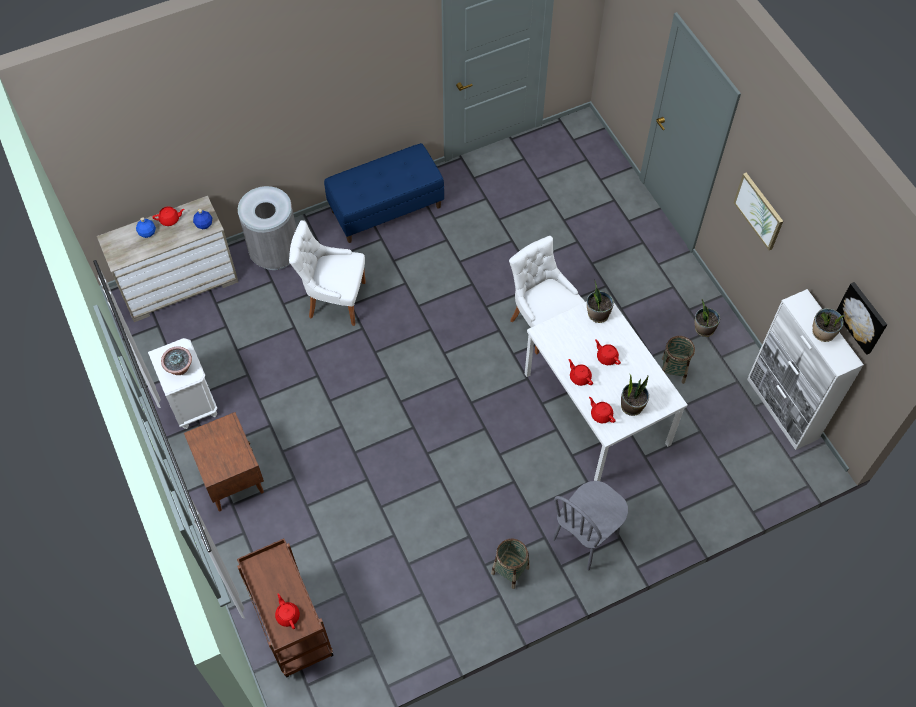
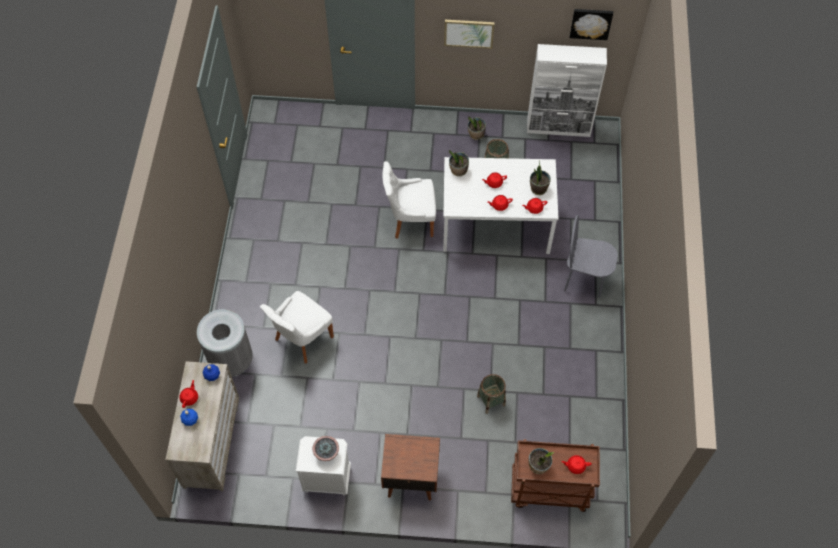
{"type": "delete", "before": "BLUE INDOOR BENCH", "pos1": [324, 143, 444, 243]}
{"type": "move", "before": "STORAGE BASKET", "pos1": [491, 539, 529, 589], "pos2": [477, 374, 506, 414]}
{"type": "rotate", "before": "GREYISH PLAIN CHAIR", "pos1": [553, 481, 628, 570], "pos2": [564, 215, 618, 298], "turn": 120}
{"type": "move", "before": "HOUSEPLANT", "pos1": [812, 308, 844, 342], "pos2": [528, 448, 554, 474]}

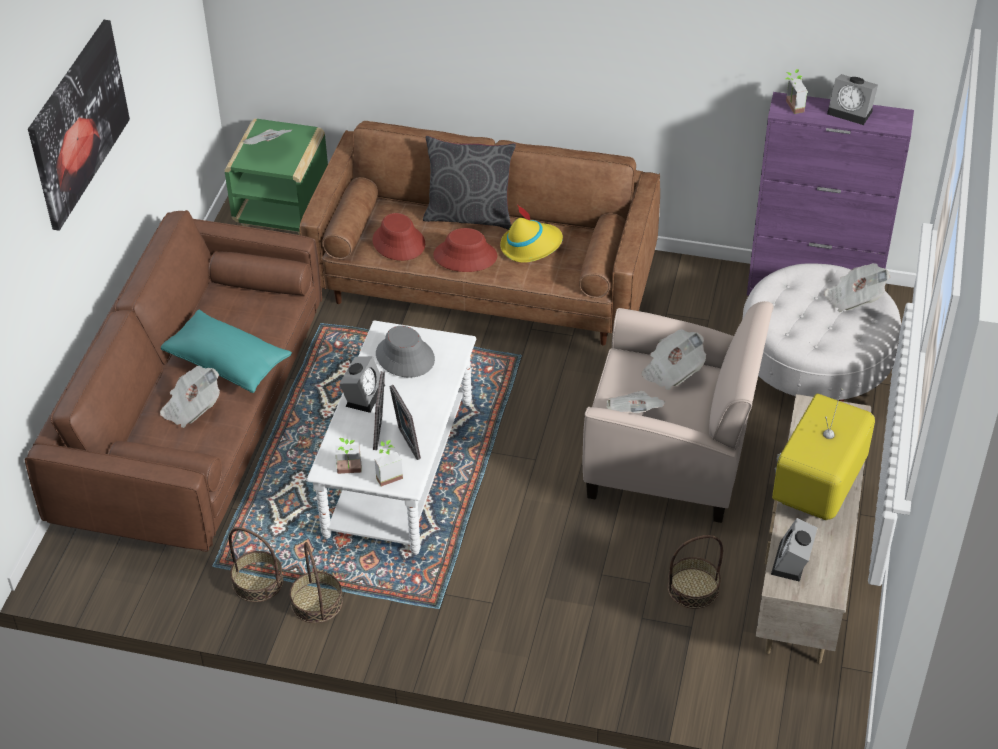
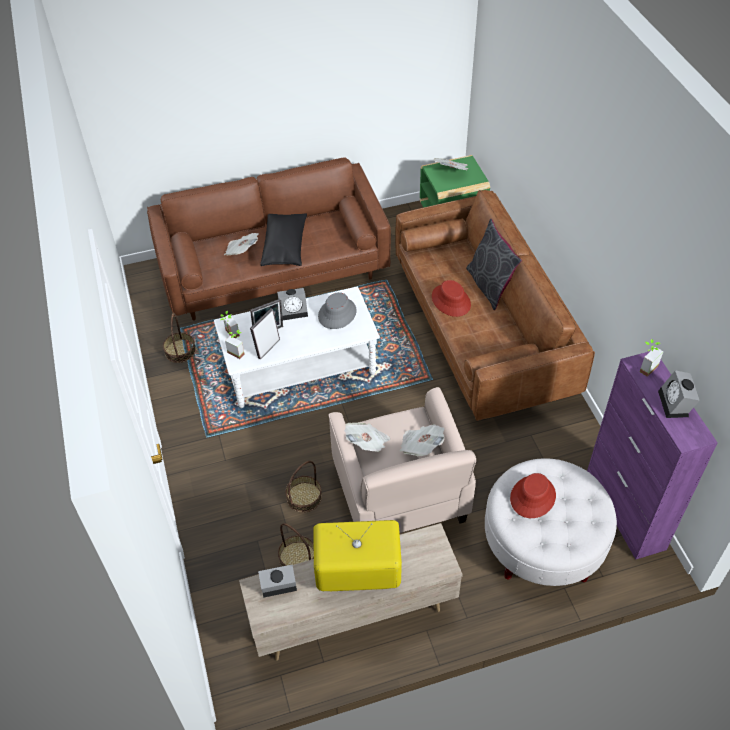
{"type": "delete", "before": "PICTURE", "pos1": [28, 20, 130, 231]}
{"type": "recolor", "before": "BLUE-GREEN THROW PILLOW", "after": "BLACK-COLOURED THROW PILLOW", "pos1": [161, 310, 292, 393], "pos2": [260, 213, 307, 266]}
{"type": "move", "before": "STORAGE BASKET", "pos1": [289, 542, 343, 623], "pos2": [286, 461, 322, 513]}
{"type": "move", "before": "RED-COLOURED WEARABLE HAT", "pos1": [373, 213, 425, 261], "pos2": [510, 473, 556, 518]}
{"type": "delete", "before": "YELLOWISH WEARABLE HAT", "pos1": [500, 205, 563, 263]}
{"type": "delete", "before": "DAILY PAPER", "pos1": [824, 263, 890, 312]}

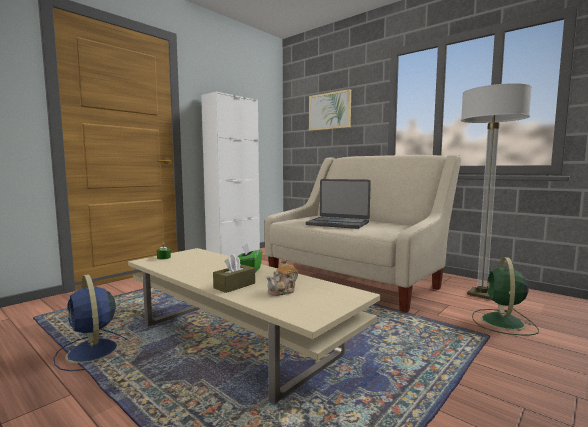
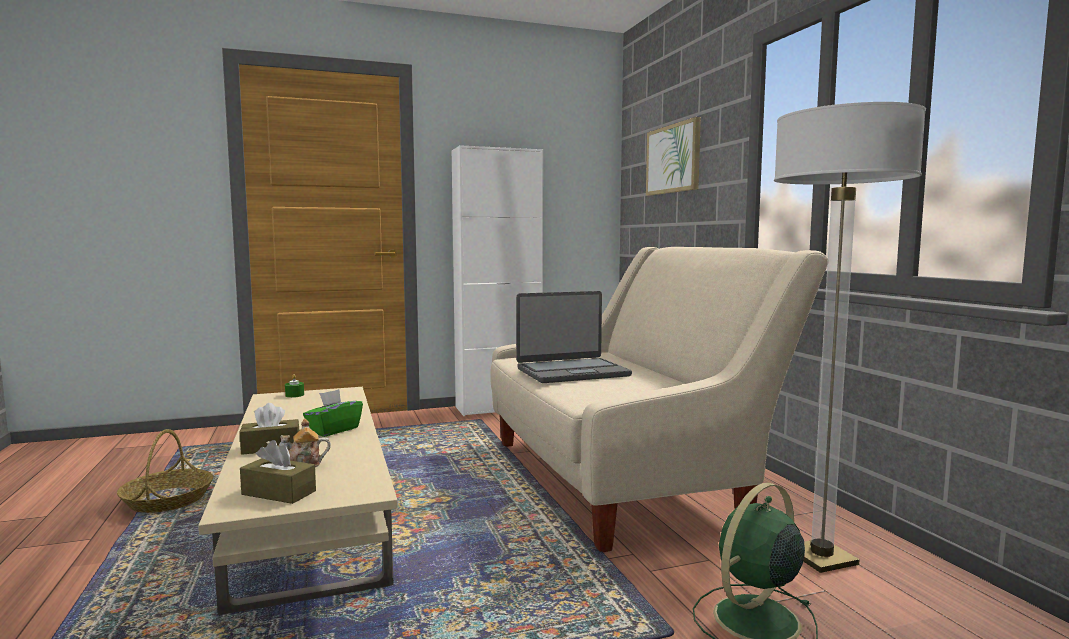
{"type": "replace", "before": "BLUE FAN", "after": "STORAGE BASKET", "pos1": [53, 274, 129, 371], "pos2": [117, 429, 213, 513]}
{"type": "rotate", "before": "LAPTOP", "pos1": [306, 179, 371, 229], "pos2": [516, 291, 632, 383], "turn": -75}
{"type": "insert", "after": "BROWN TISSUE BOX", "pos2": [240, 440, 316, 504]}

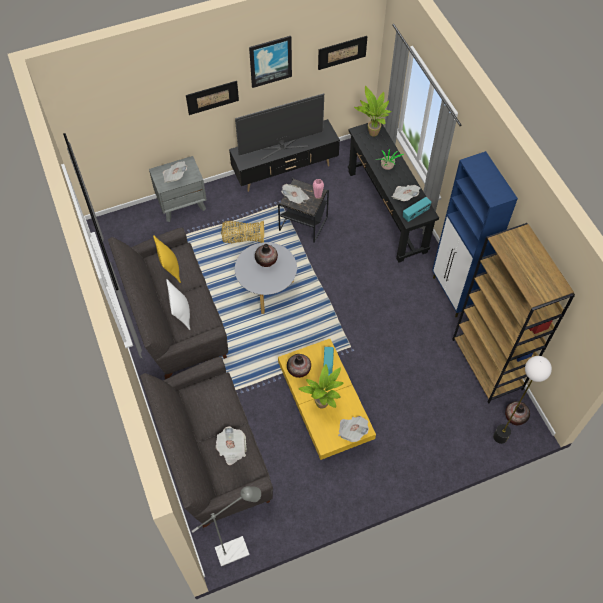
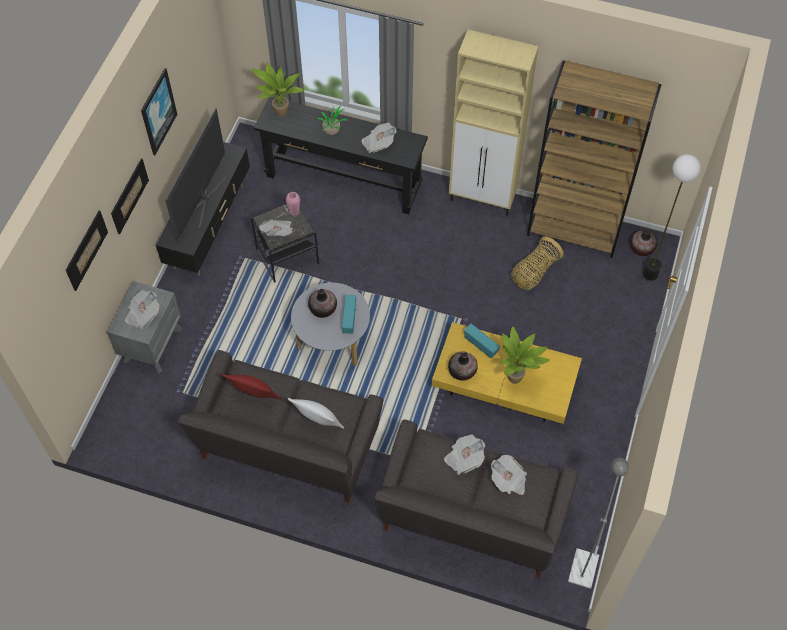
{"type": "recolor", "before": "YELLOWISH THROW PILLOW", "after": "RED-COLOURED THROW PILLOW", "pos1": [153, 236, 181, 283], "pos2": [222, 374, 281, 399]}
{"type": "move", "before": "STORAGE BASKET", "pos1": [221, 221, 264, 243], "pos2": [511, 237, 564, 290]}
{"type": "move", "before": "PICTURE", "pos1": [318, 36, 367, 70], "pos2": [66, 211, 108, 291]}
{"type": "move", "before": "DAILY PAPER", "pos1": [338, 416, 369, 442], "pos2": [444, 434, 485, 475]}
{"type": "move", "before": "RADIO RECEIVER", "pos1": [403, 197, 431, 222], "pos2": [342, 295, 357, 334]}
{"type": "recolor", "before": "BLUE STORAGE CABINET", "after": "BEIGE-COLOURED STORAGE CABINET", "pos1": [432, 151, 518, 317], "pos2": [449, 30, 538, 216]}

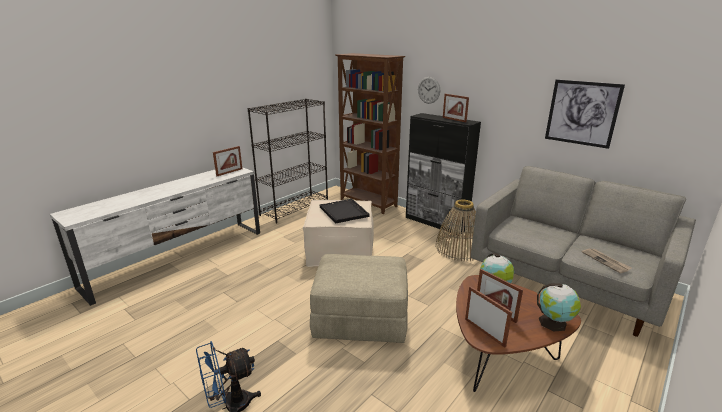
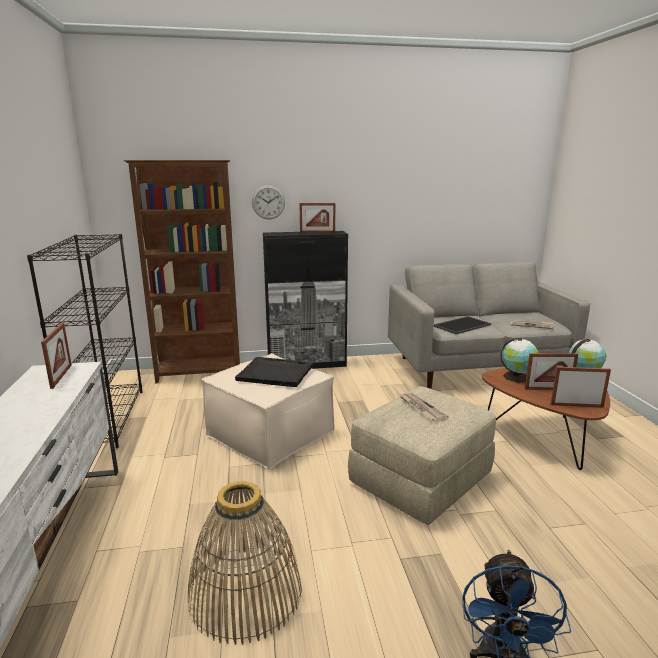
{"type": "move", "before": "STORAGE BASKET", "pos1": [435, 199, 476, 261], "pos2": [188, 481, 302, 645]}
{"type": "delete", "before": "PICTURE", "pos1": [545, 79, 625, 149]}
{"type": "insert", "after": "DAILY PAPER", "pos2": [400, 393, 449, 422]}
{"type": "insert", "after": "SERVING TRAY", "pos2": [434, 316, 491, 334]}

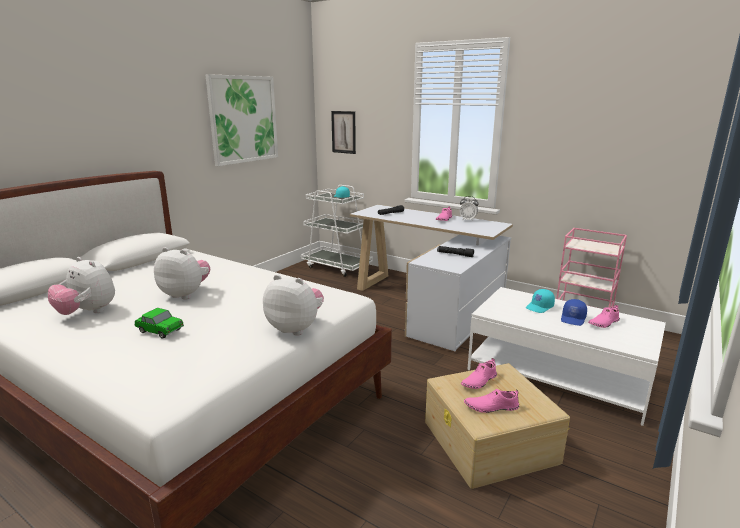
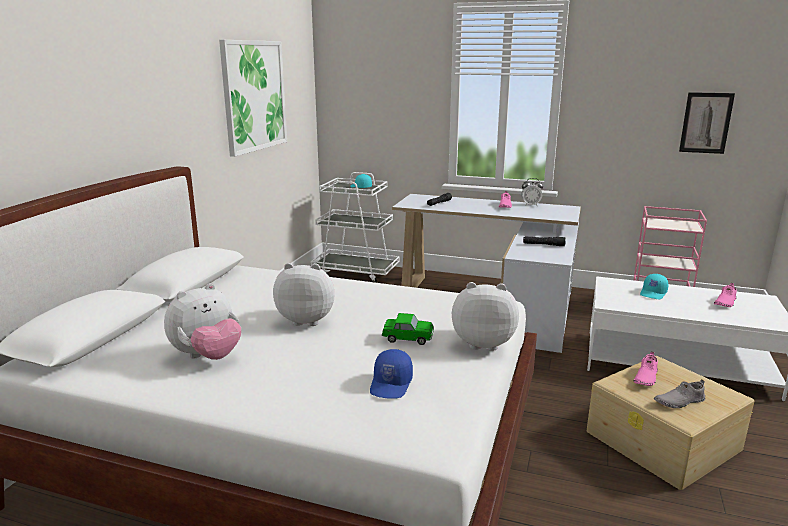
{"type": "rotate", "before": "CUDDLY TOY", "pos1": [48, 257, 115, 315], "pos2": [164, 283, 241, 360], "turn": -60}
{"type": "move", "before": "TOY CAR", "pos1": [135, 308, 184, 339], "pos2": [382, 313, 434, 345]}
{"type": "move", "before": "PICTURE", "pos1": [331, 111, 356, 154], "pos2": [679, 92, 735, 154]}
{"type": "recolor", "before": "PINK-COLOURED LOW SHOE", "after": "GREYISH LOW SHOE", "pos1": [464, 389, 519, 413], "pos2": [654, 379, 705, 408]}
{"type": "move", "before": "BLUE BASEBALL CAP", "pos1": [561, 299, 587, 326], "pos2": [370, 349, 413, 398]}

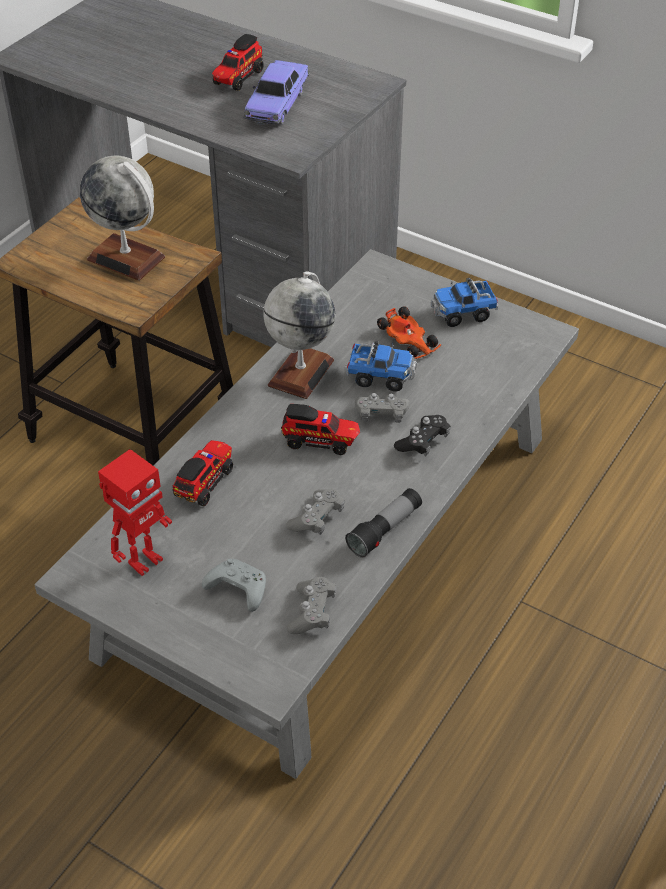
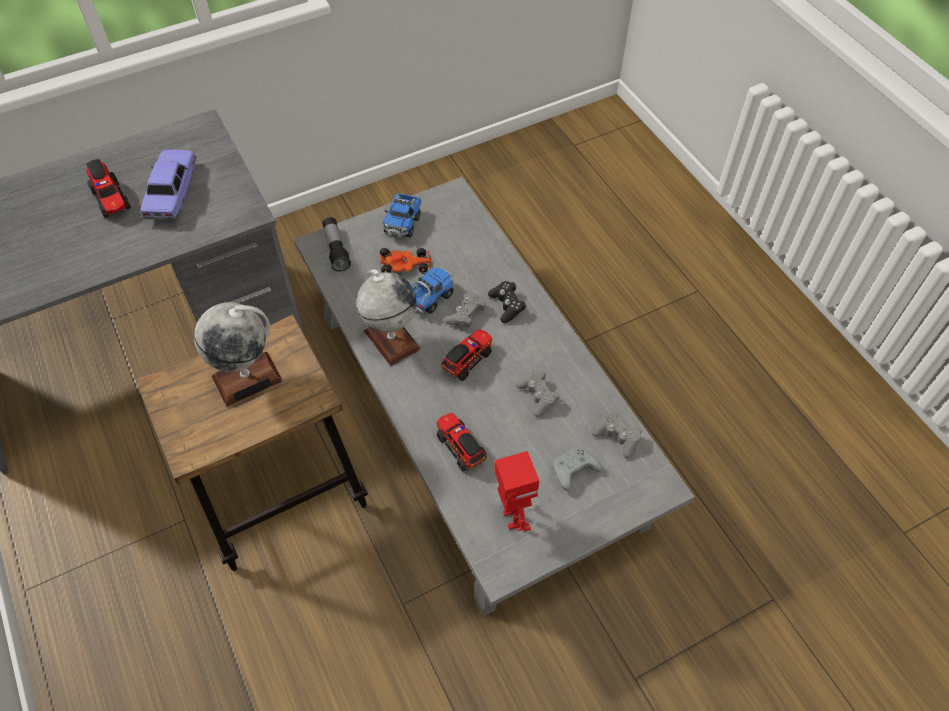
{"type": "rotate", "before": "TOY CAR", "pos1": [243, 60, 310, 125], "pos2": [140, 150, 196, 220], "turn": -135}
{"type": "move", "before": "TORCH", "pos1": [345, 488, 422, 558], "pos2": [322, 217, 351, 272]}

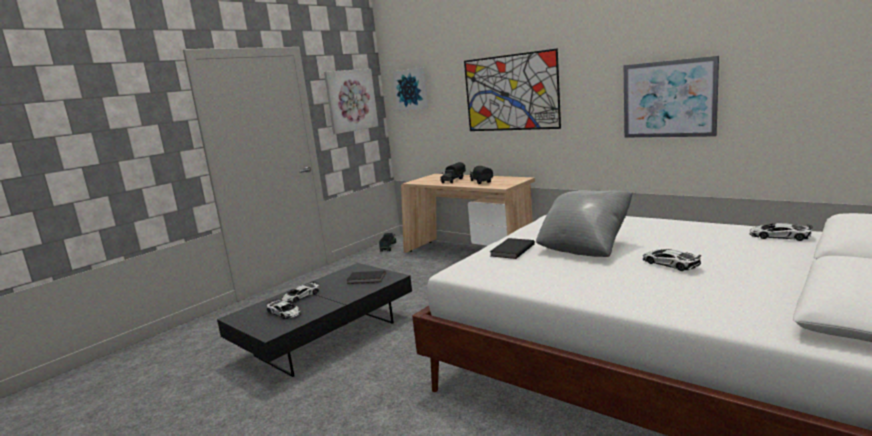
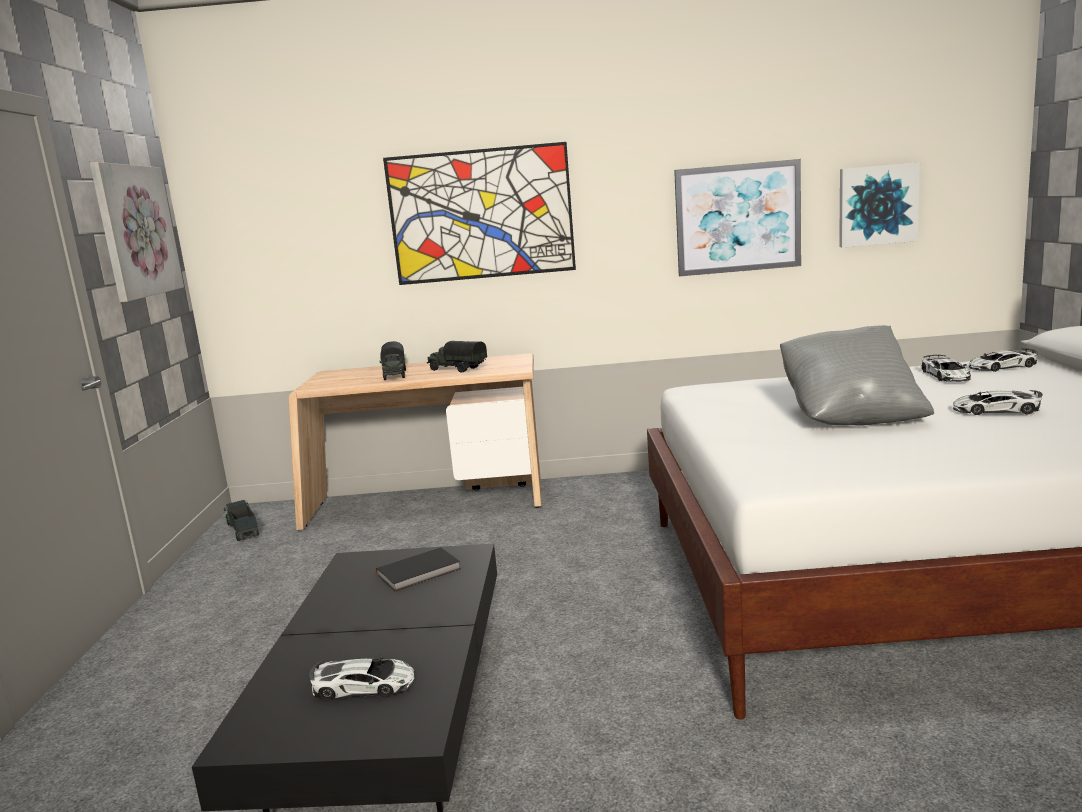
{"type": "move", "before": "TOY CAR", "pos1": [281, 281, 320, 303], "pos2": [922, 355, 971, 382]}
{"type": "move", "before": "PICTURE", "pos1": [393, 68, 428, 111], "pos2": [839, 162, 920, 247]}
{"type": "delete", "before": "BLACK-COLOURED BOUND BOOK", "pos1": [490, 238, 535, 259]}

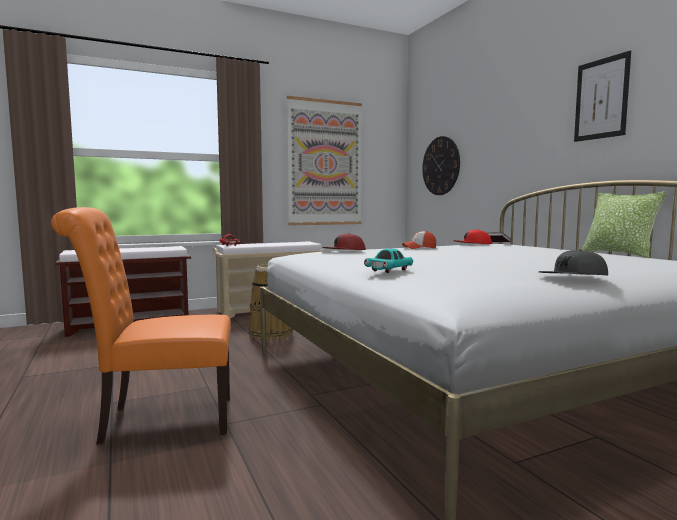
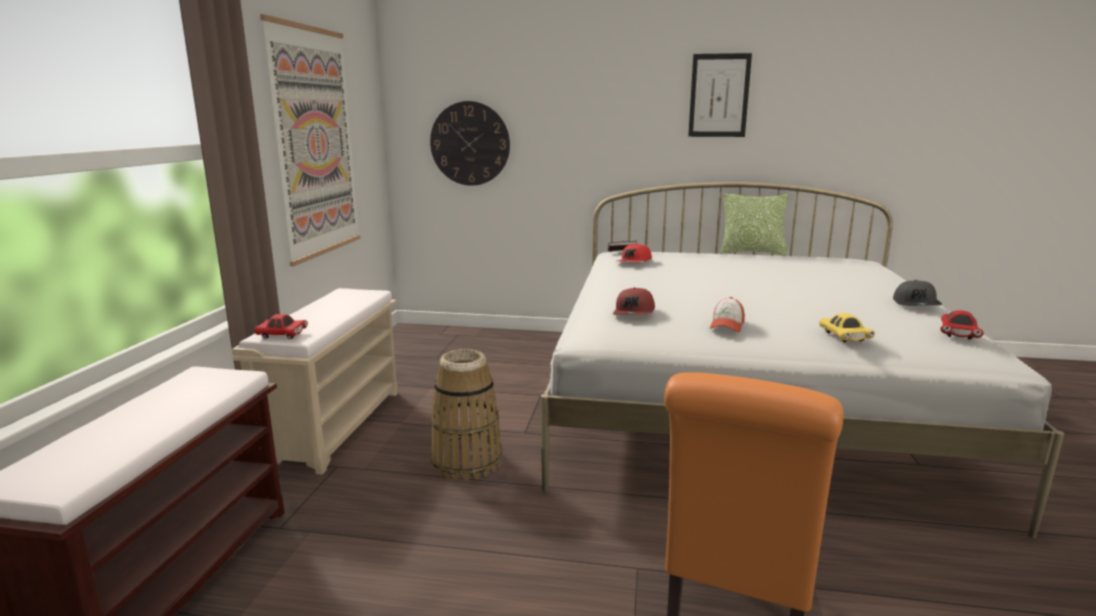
{"type": "recolor", "before": "BLUE-GREEN TOY CAR", "after": "YELLOWISH TOY CAR", "pos1": [364, 248, 413, 273], "pos2": [819, 313, 875, 342]}
{"type": "move", "before": "BASEBALL CAP", "pos1": [402, 231, 436, 249], "pos2": [710, 297, 745, 332]}
{"type": "insert", "after": "RED-COLOURED TOY CAR", "pos2": [940, 310, 984, 340]}

